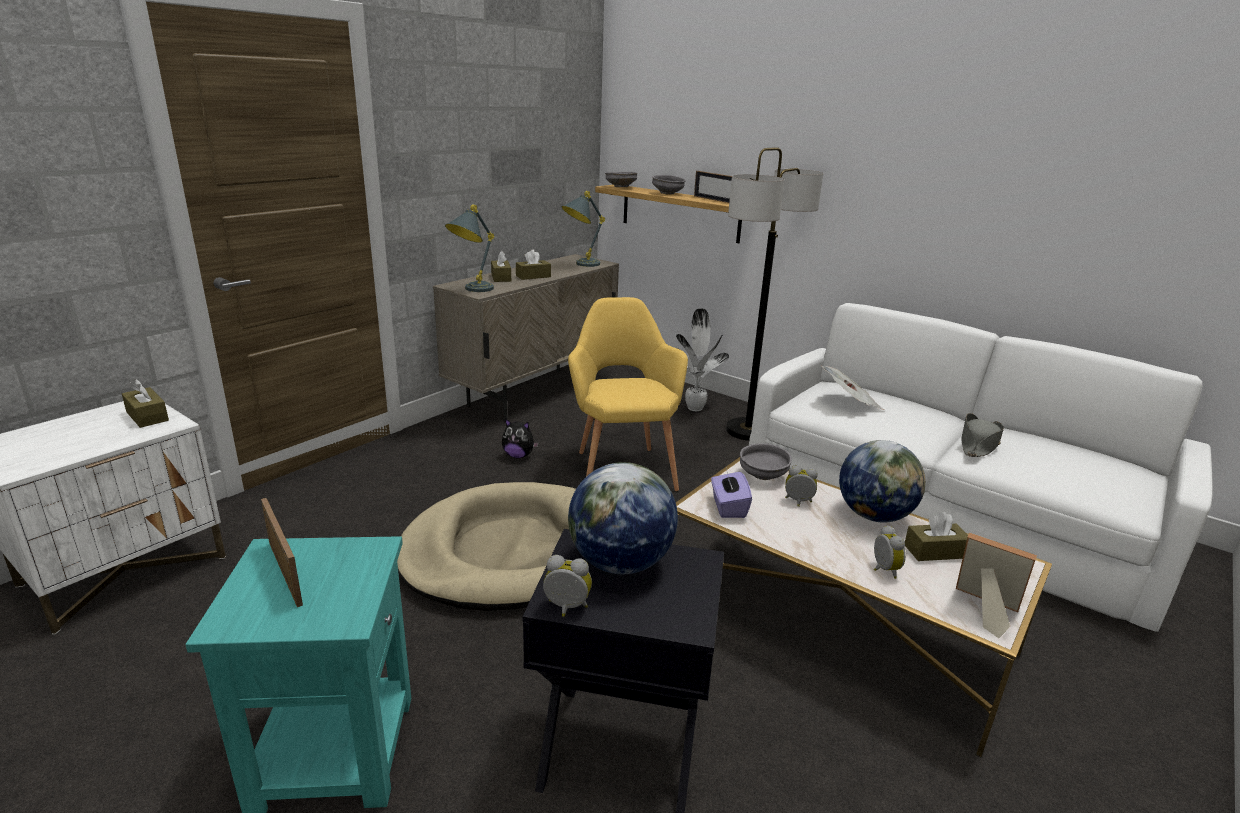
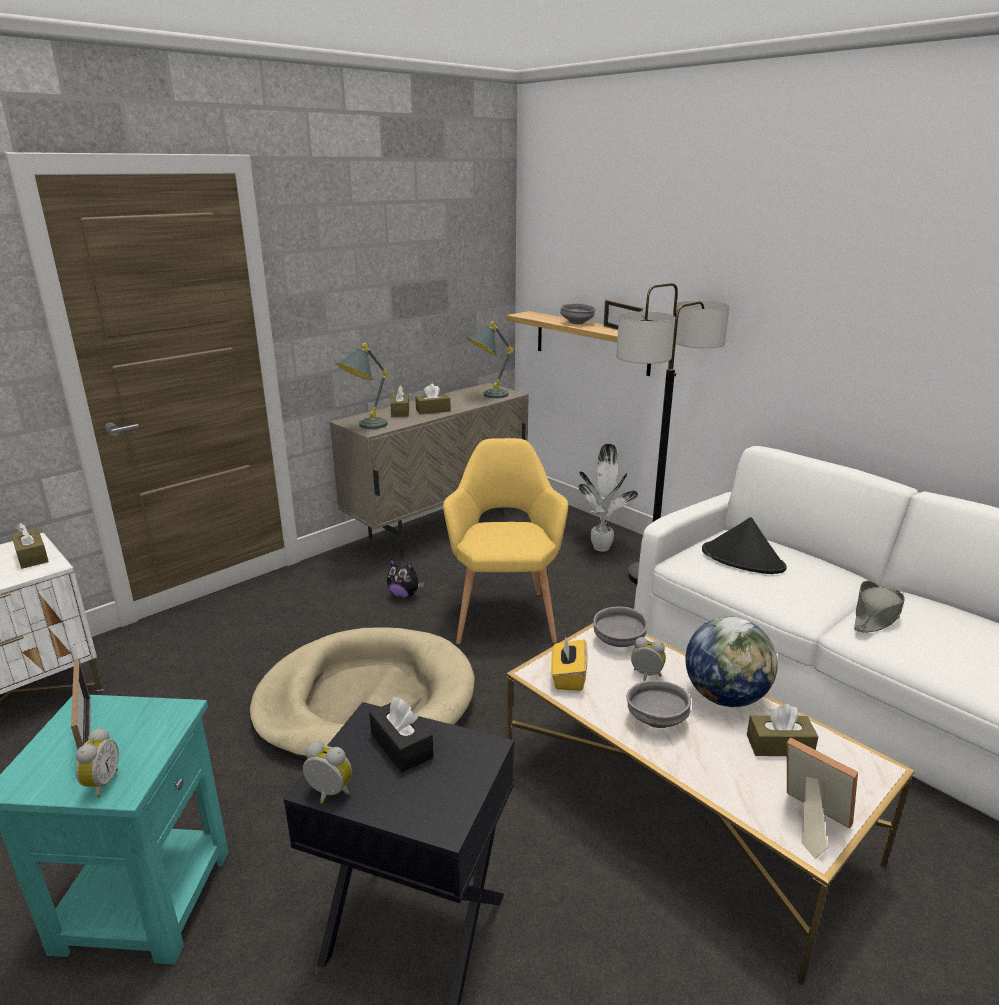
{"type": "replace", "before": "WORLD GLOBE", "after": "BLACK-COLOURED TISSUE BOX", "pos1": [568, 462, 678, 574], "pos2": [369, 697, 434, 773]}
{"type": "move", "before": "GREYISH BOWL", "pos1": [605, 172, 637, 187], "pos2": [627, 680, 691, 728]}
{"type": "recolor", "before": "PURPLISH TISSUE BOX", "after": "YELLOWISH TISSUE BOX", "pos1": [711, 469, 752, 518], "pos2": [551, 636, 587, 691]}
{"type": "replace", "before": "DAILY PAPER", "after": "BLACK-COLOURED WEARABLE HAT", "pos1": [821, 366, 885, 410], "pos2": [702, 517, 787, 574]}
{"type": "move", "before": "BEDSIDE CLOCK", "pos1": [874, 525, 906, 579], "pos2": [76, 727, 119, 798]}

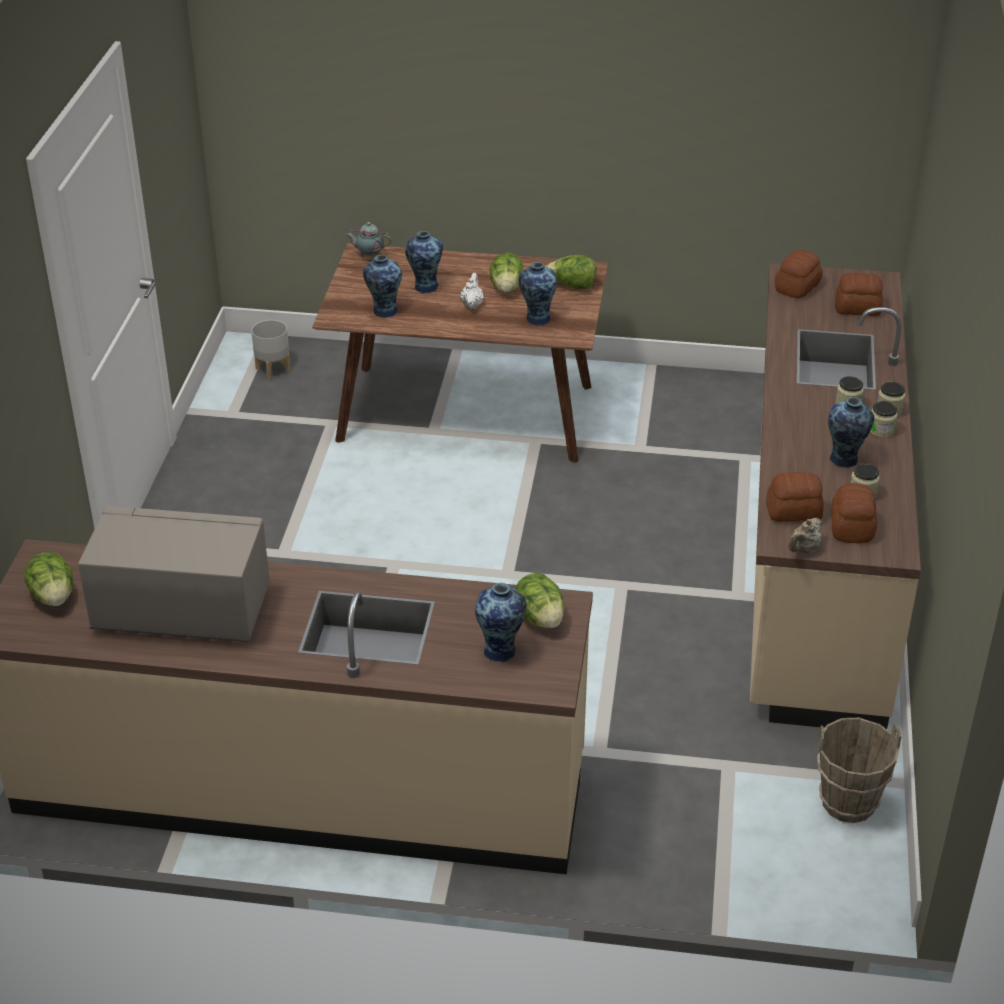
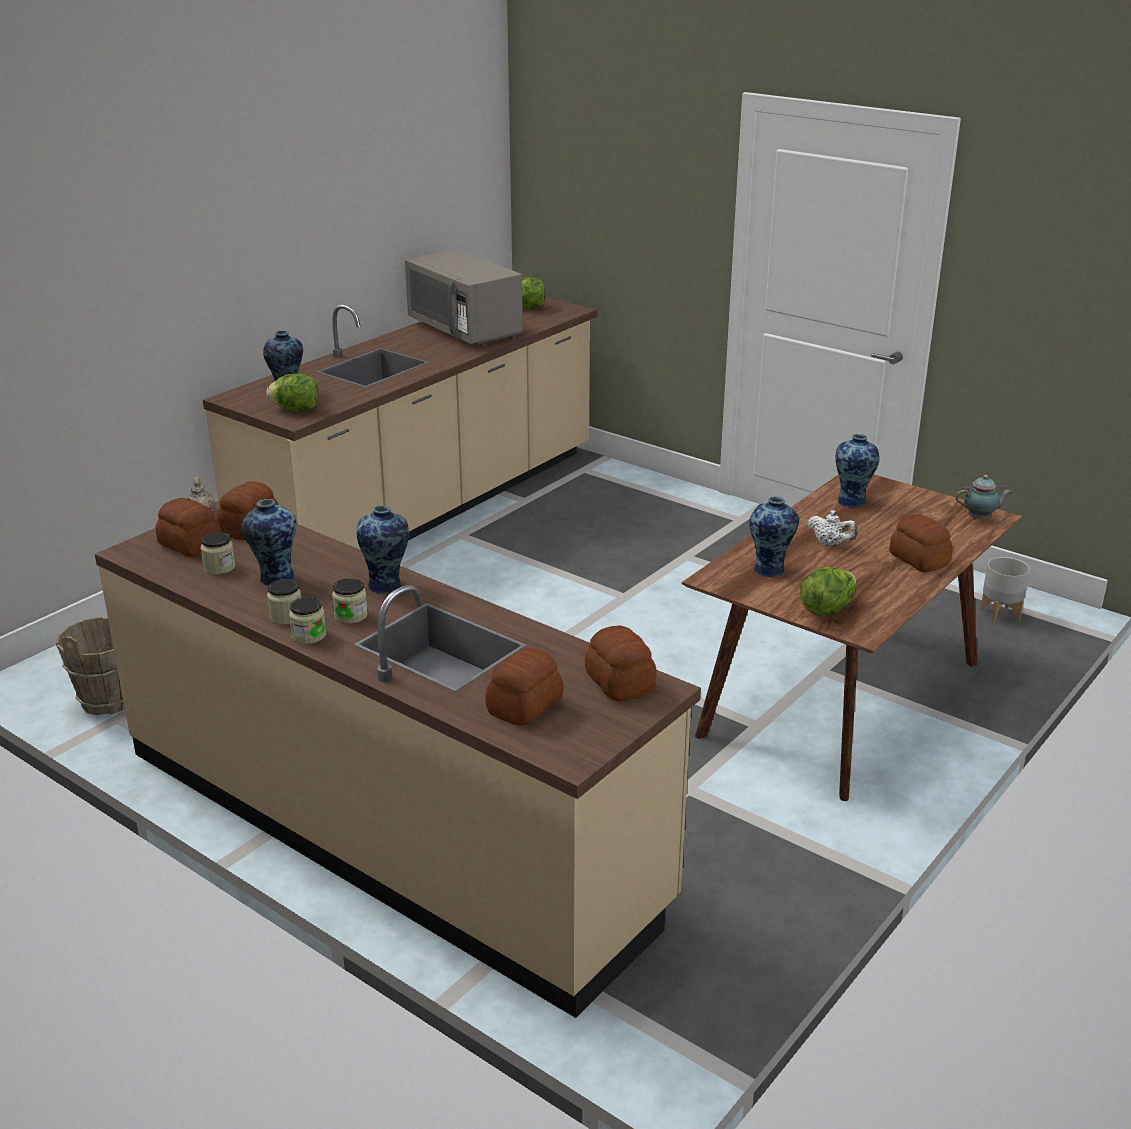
{"type": "rotate", "before": "GREYISH MICROWAVE OVEN", "pos1": [78, 506, 269, 642], "pos2": [405, 249, 523, 347], "turn": 105}
{"type": "rotate", "before": "TEAPOT", "pos1": [346, 222, 391, 258], "pos2": [955, 475, 1012, 520], "turn": 45}
{"type": "move", "before": "DECORATIVE VASE", "pos1": [405, 231, 443, 293], "pos2": [356, 505, 409, 594]}
{"type": "delete", "before": "LETTUCE HEAD", "pos1": [490, 253, 524, 293]}
{"type": "insert", "after": "BREAD", "pos2": [889, 514, 953, 572]}

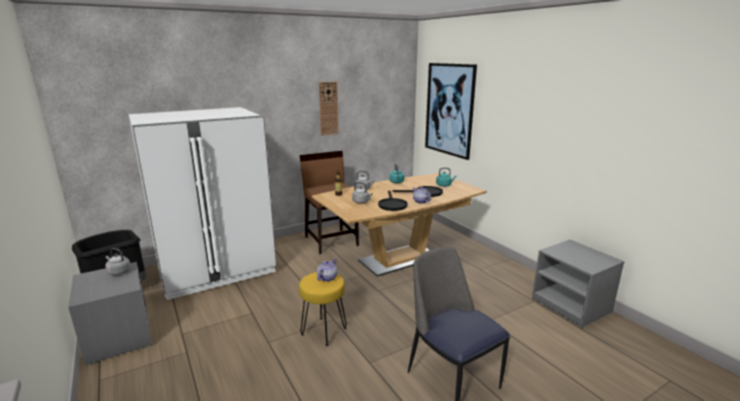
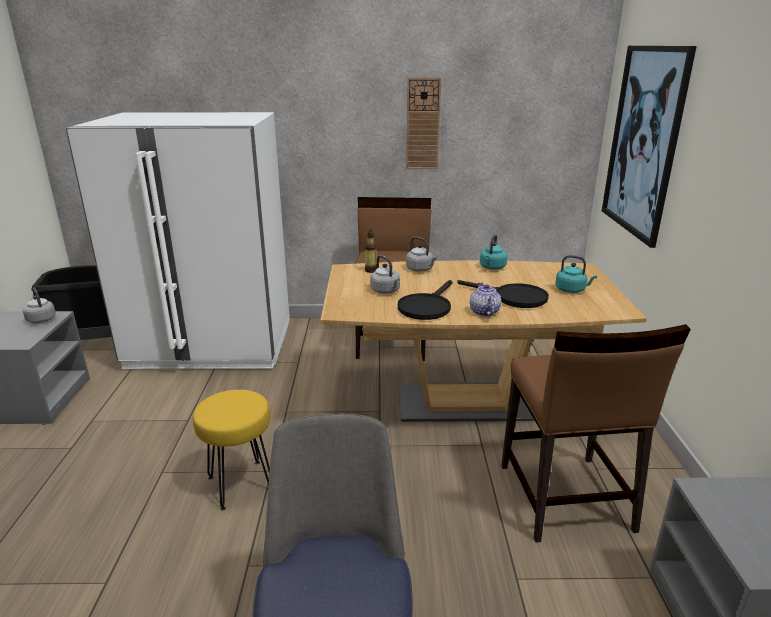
{"type": "delete", "before": "TEAPOT", "pos1": [317, 258, 338, 282]}
{"type": "insert", "after": "BROWN PLAIN CHAIR", "pos2": [501, 324, 691, 542]}

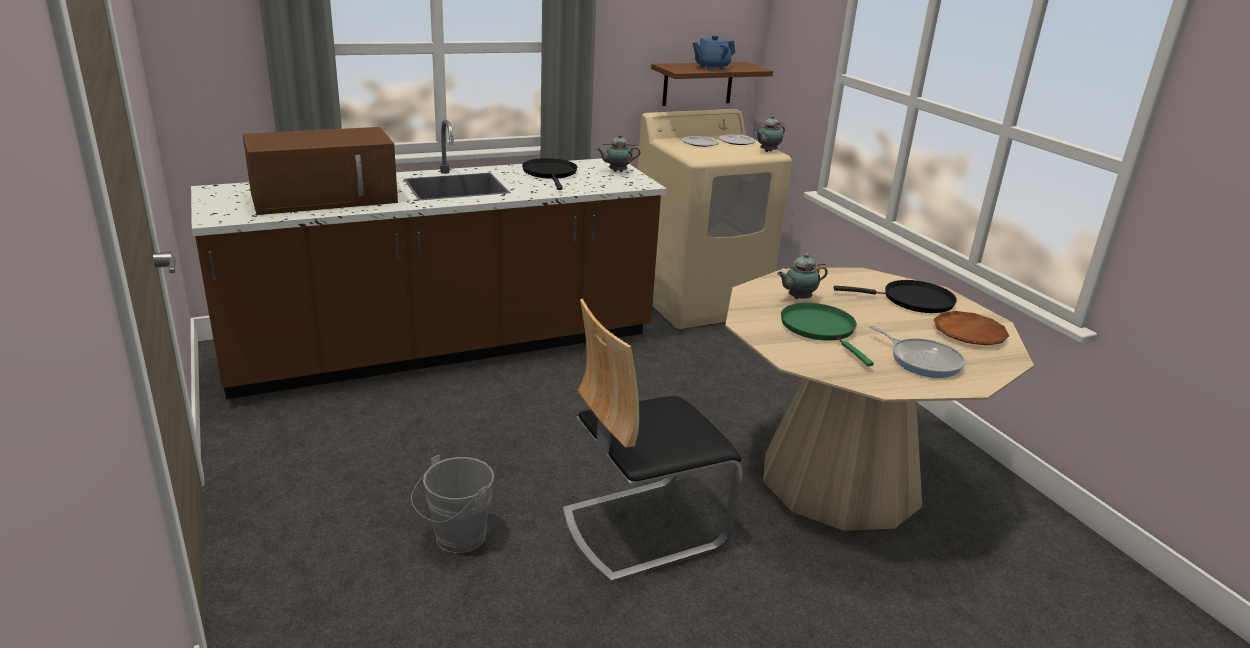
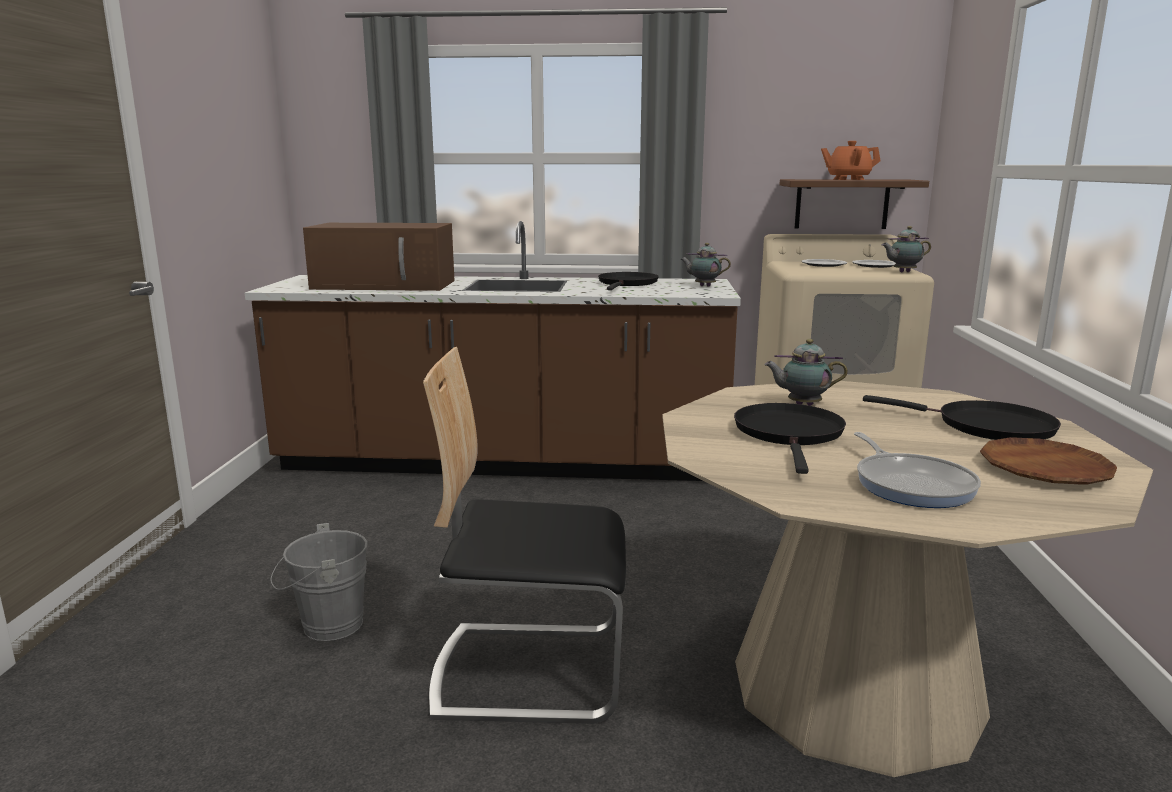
{"type": "recolor", "before": "BLUE TEAPOT", "after": "ORANGEY TEAPOT", "pos1": [693, 35, 735, 70], "pos2": [821, 141, 880, 180]}
{"type": "recolor", "before": "GREEN-COLOURED FRYING PAN", "after": "BLACK-COLOURED FRYING PAN", "pos1": [781, 303, 874, 366], "pos2": [734, 403, 846, 474]}

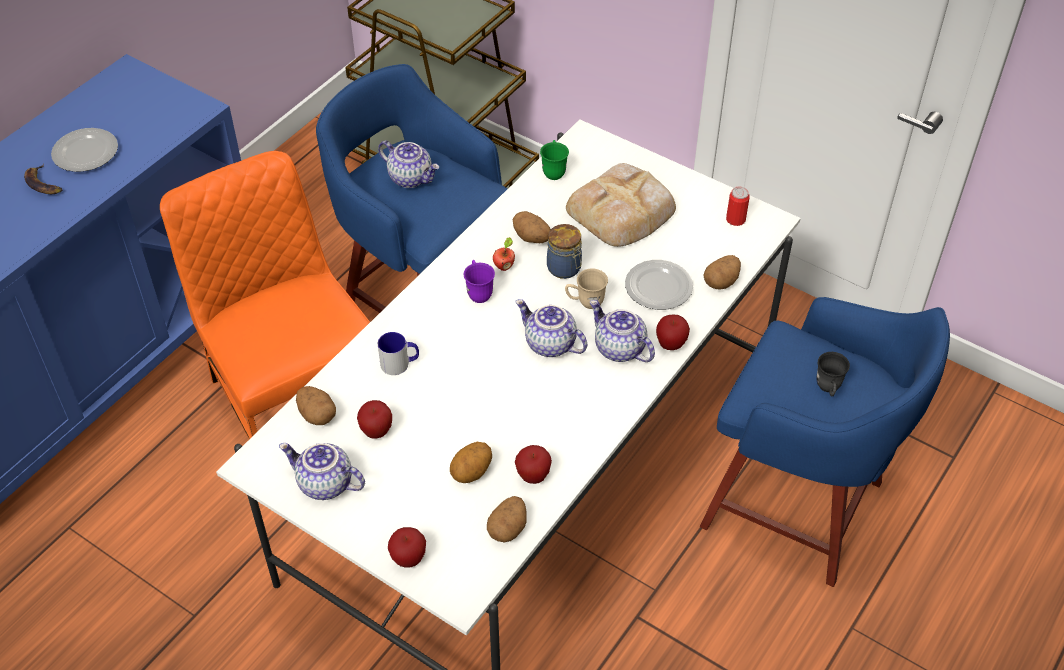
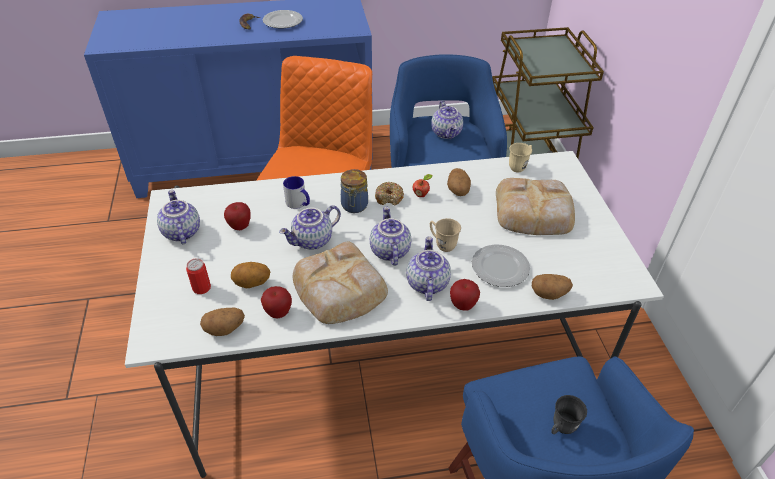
{"type": "delete", "before": "WHOLE POTATO", "pos1": [296, 386, 336, 425]}
{"type": "delete", "before": "APPLE", "pos1": [388, 527, 426, 567]}
{"type": "replace", "before": "PURPLISH COFFEE MUG", "after": "RING DOUGHNUT", "pos1": [464, 260, 495, 303], "pos2": [375, 182, 404, 205]}
{"type": "recolor", "before": "GREEN-COLOURED COFFEE MUG", "after": "BEIGE-COLOURED COFFEE MUG", "pos1": [540, 140, 569, 180], "pos2": [509, 143, 532, 172]}
{"type": "move", "before": "JAR", "pos1": [547, 224, 582, 279], "pos2": [341, 169, 368, 213]}
{"type": "move", "before": "METAL CAN", "pos1": [726, 187, 750, 226], "pos2": [186, 258, 211, 294]}
{"type": "insert", "after": "TEAPOT", "pos2": [279, 205, 341, 250]}
{"type": "insert", "after": "BREAD", "pos2": [293, 241, 388, 324]}

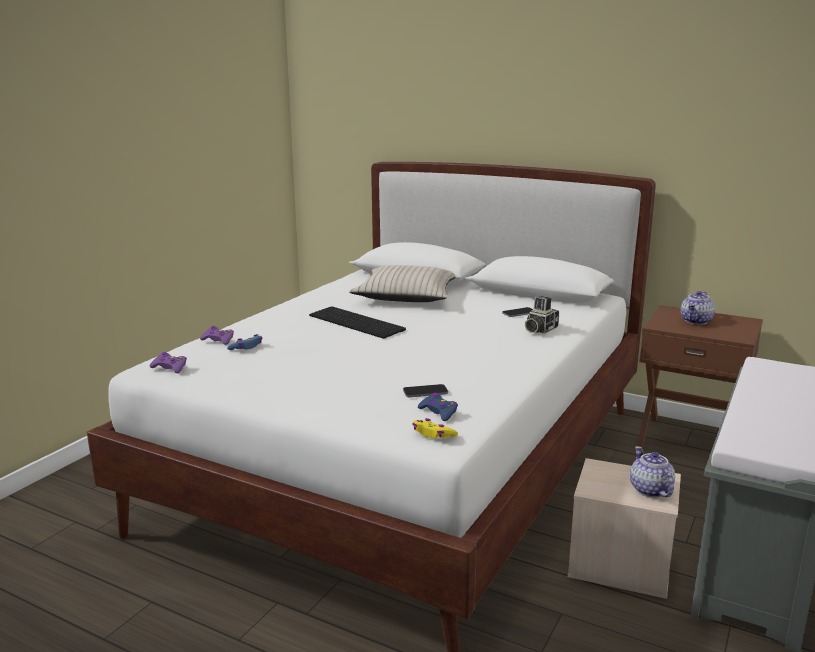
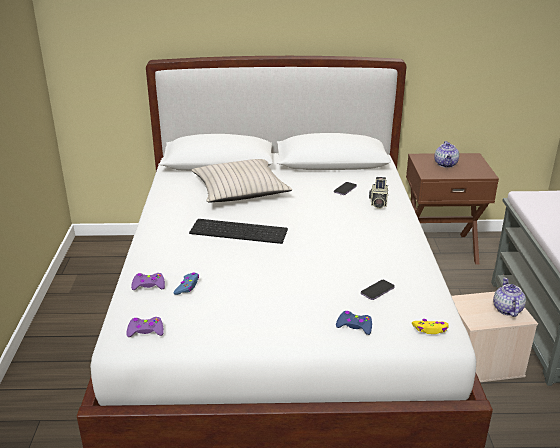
{"type": "move", "before": "BLUE JOYPAD", "pos1": [418, 393, 458, 421], "pos2": [336, 311, 372, 335]}
{"type": "rotate", "before": "TEAPOT", "pos1": [630, 446, 675, 497], "pos2": [493, 278, 526, 317], "turn": 45}

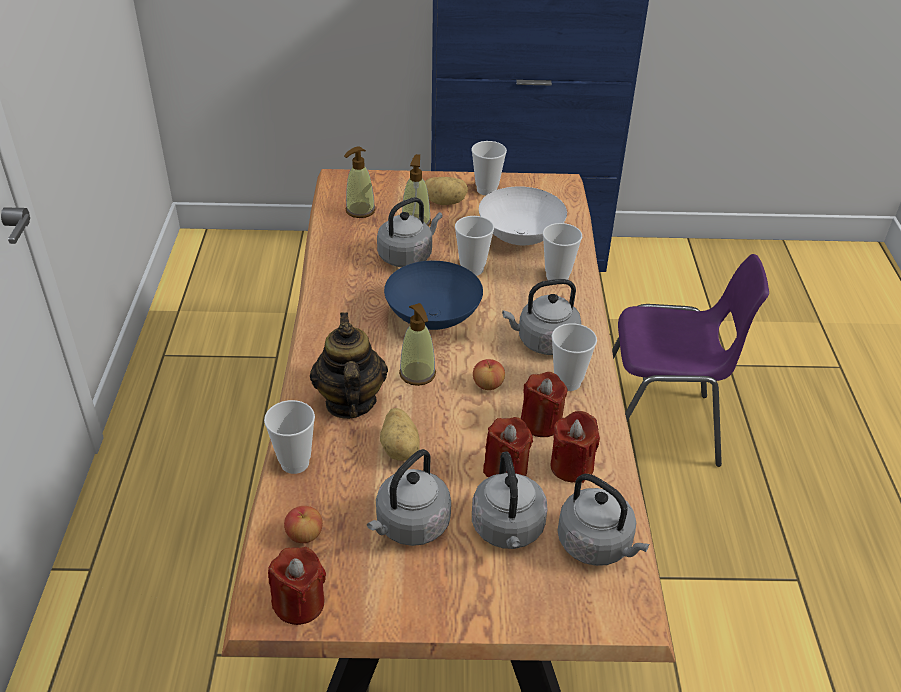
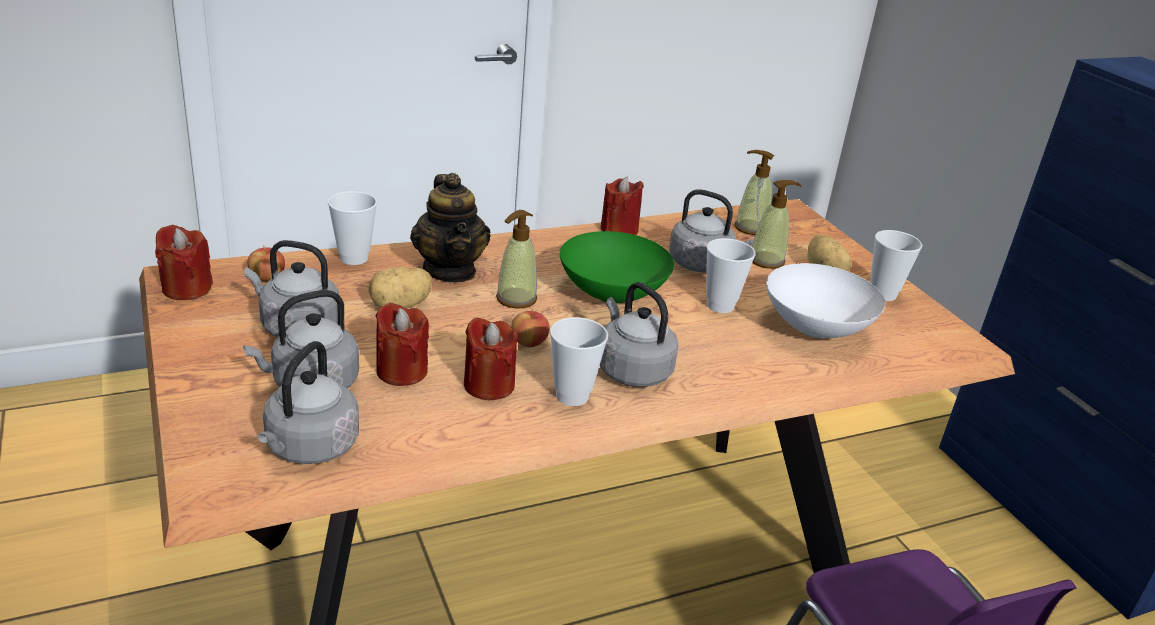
{"type": "rotate", "before": "TEAPOT", "pos1": [310, 312, 388, 419], "pos2": [410, 173, 491, 282], "turn": 105}
{"type": "recolor", "before": "BLUE BOWL", "after": "GREEN-COLOURED BOWL", "pos1": [384, 261, 483, 330], "pos2": [560, 231, 674, 303]}
{"type": "delete", "before": "DRINKING CUP", "pos1": [543, 223, 582, 280]}
{"type": "move", "before": "RED-COLOURED WAX CANDLE", "pos1": [550, 411, 600, 483], "pos2": [600, 177, 644, 235]}

